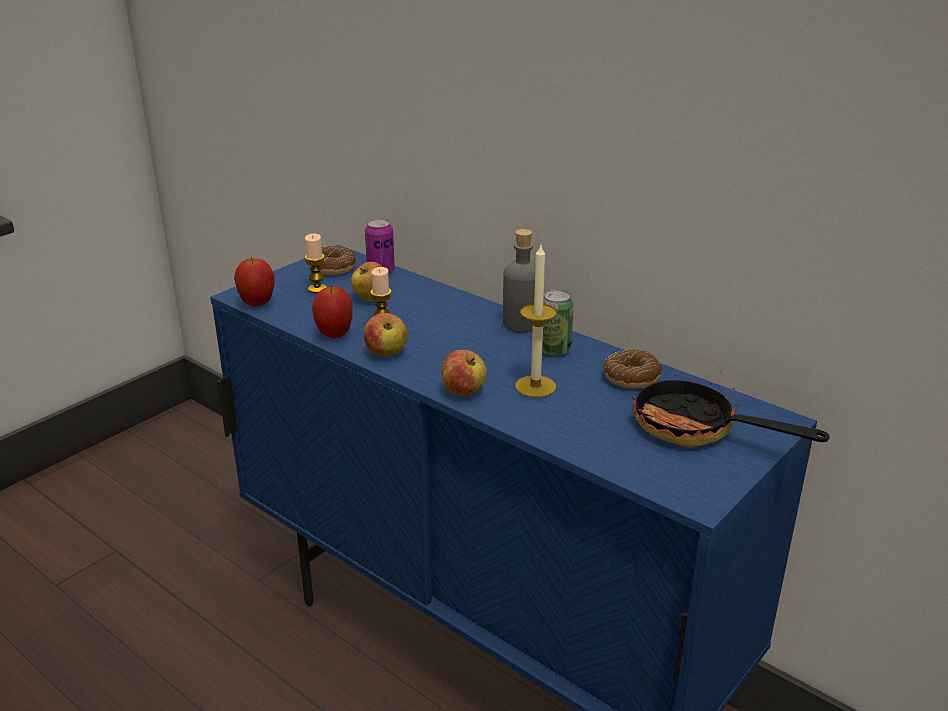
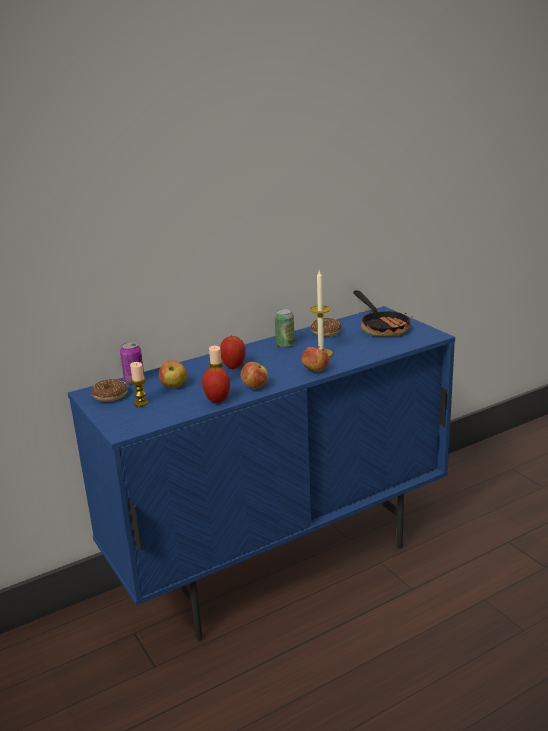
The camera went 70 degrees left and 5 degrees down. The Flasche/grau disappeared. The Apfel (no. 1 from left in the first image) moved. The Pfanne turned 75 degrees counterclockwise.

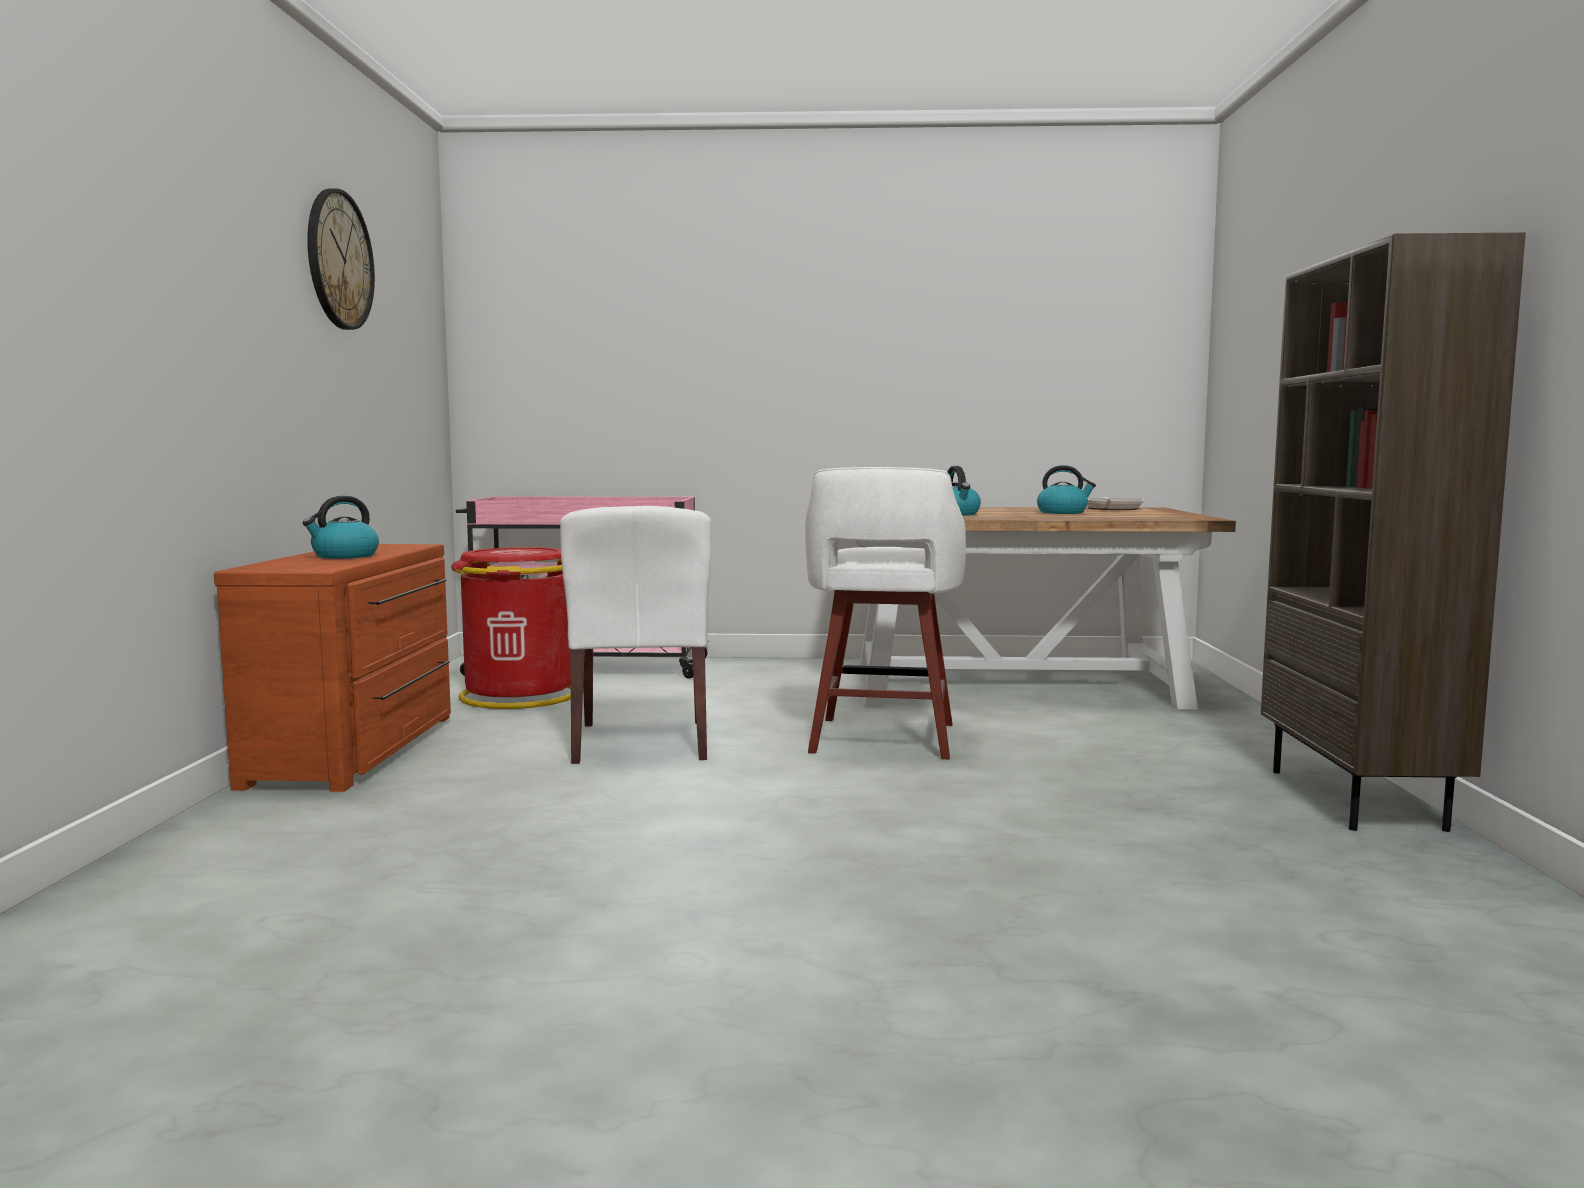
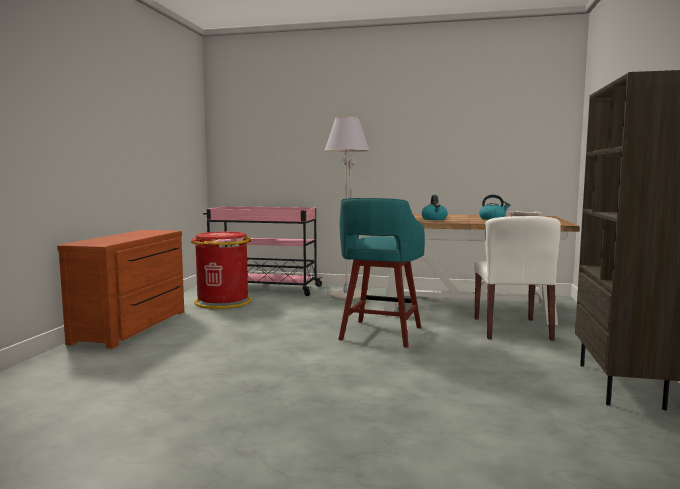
The camera went 10 degrees right and 0 degrees up. The Wasserkessel (no. 1 from left) disappeared. The Wanduhr disappeared. The Stehlampe/grau appeared. The Stuhl/weiß moved. The Hocker/weiß became the Hocker/türkis.

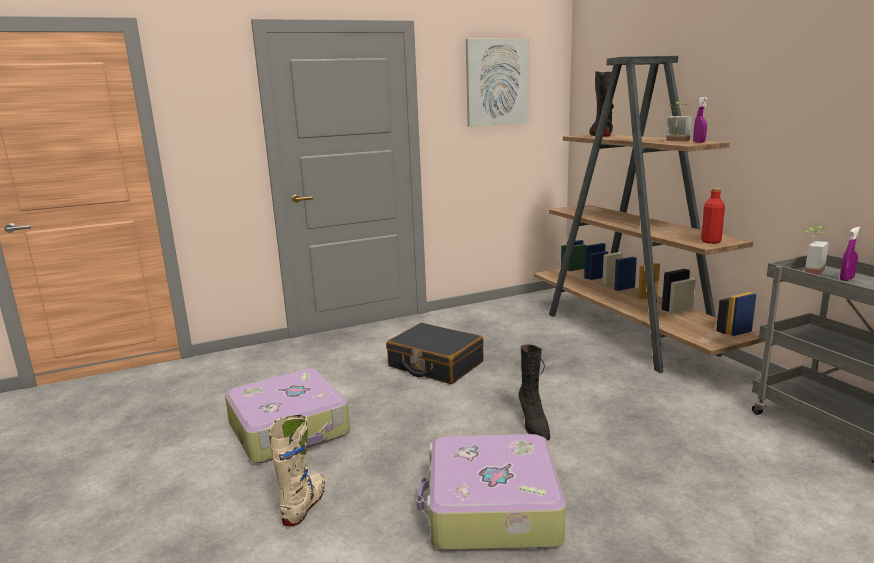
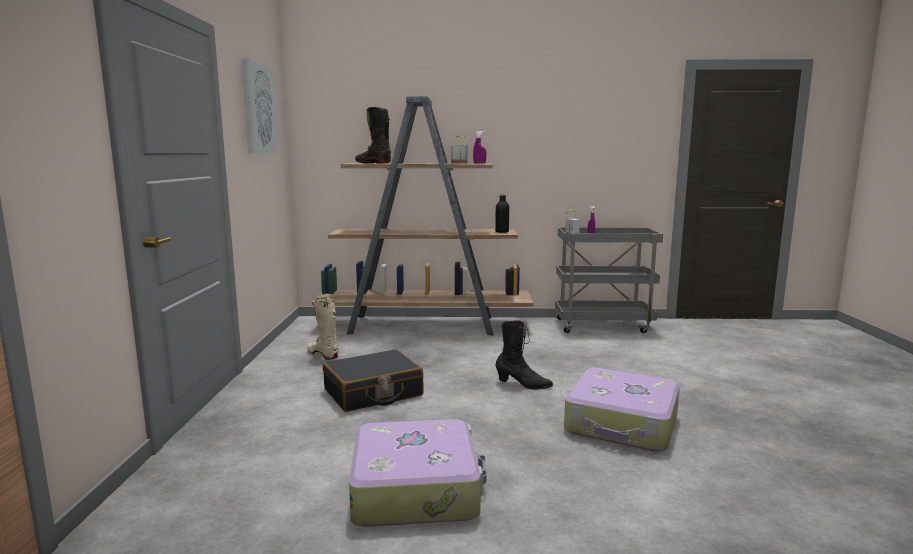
The camera went 65 degrees left and 5 degrees down. The Stiefel/beige moved. The Flasche/rot became the Flasche/schwarz.

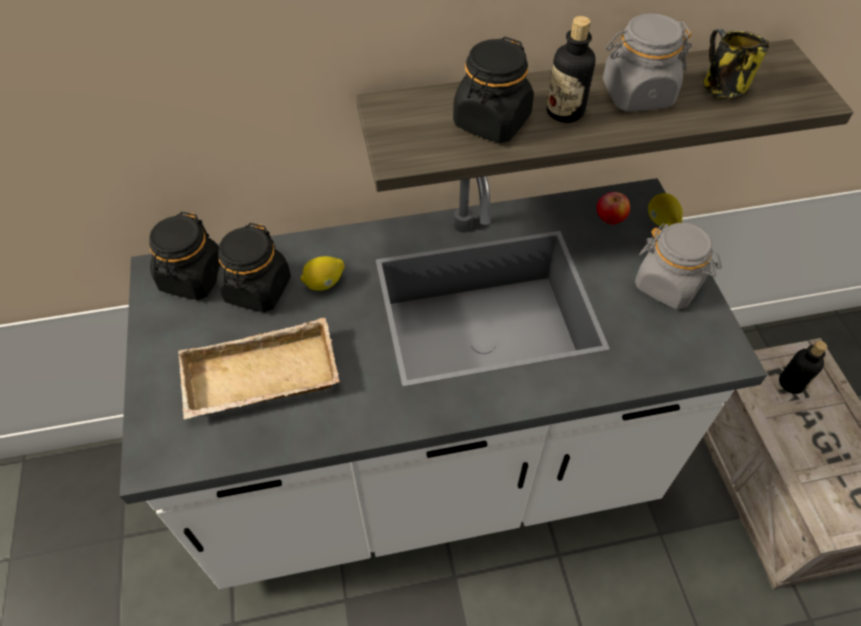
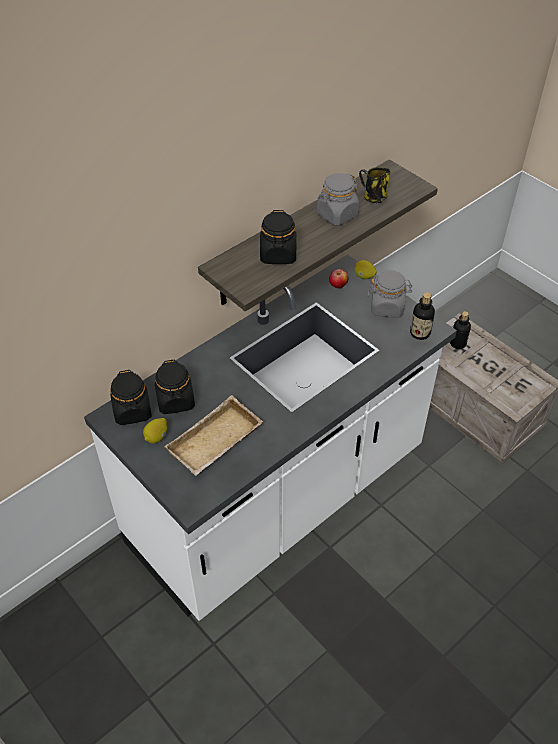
The camera went 30 degrees left and 5 degrees down. The Zitrone (no. 1 from left) moved. The Flasche (no. 1 from left) moved.

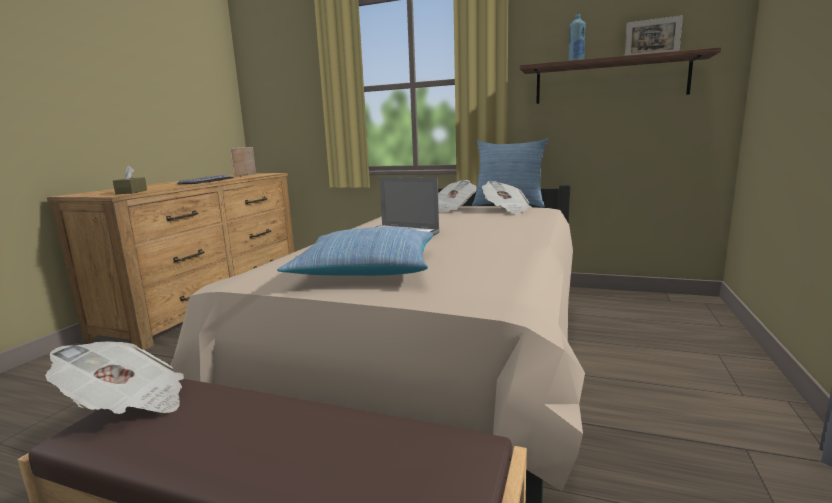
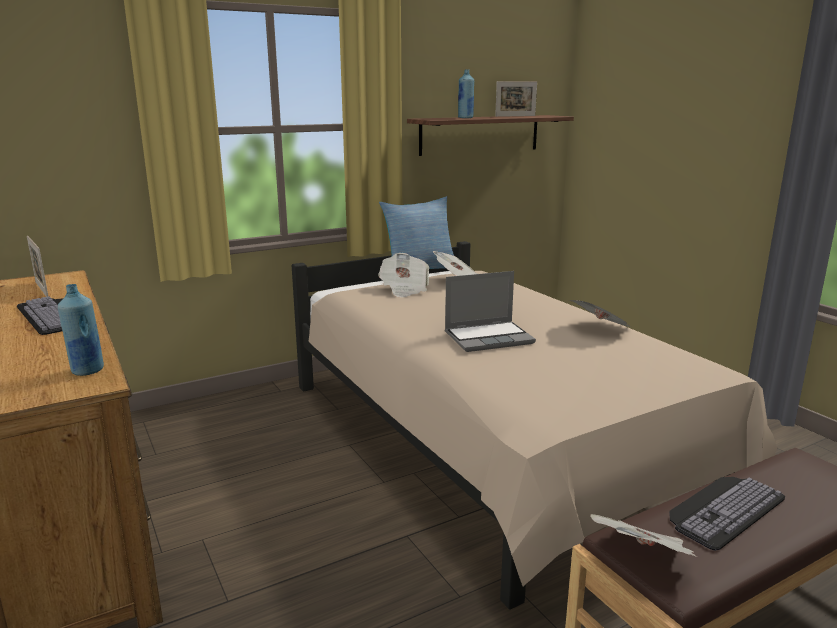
The camera went 50 degrees left and 5 degrees up. The Kissen (no. 1 from left) disappeared. The Zeitung (no. 3 from left) appeared. The Tastatur (no. 2 from left) appeared. The Taschentuchbox/braun was replaced by the Flasche/blau (no. 1 from left).

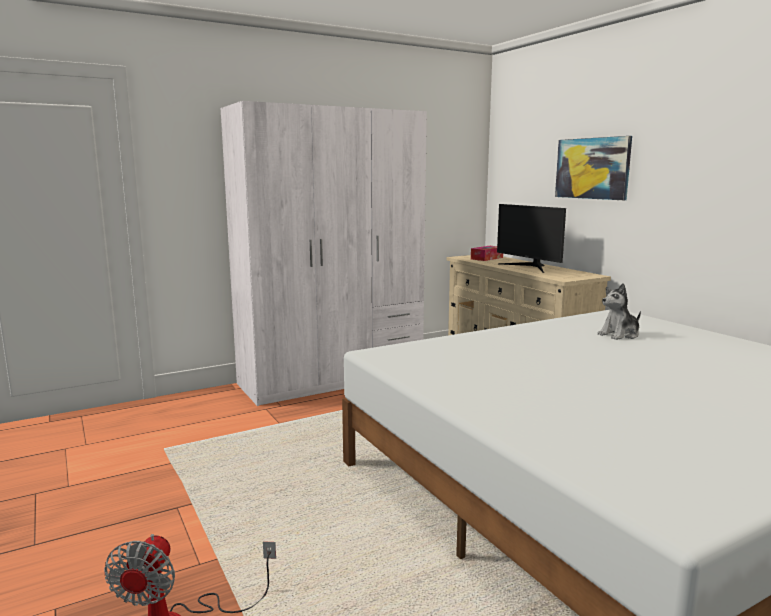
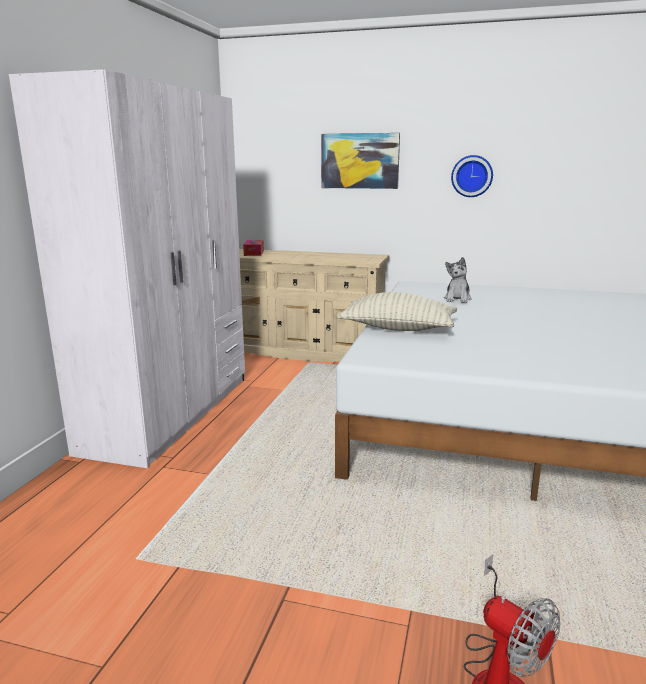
The camera went 45 degrees left and 5 degrees up. The Monitor disappeared. The Kissen appeared. The Wanduhr appeared.

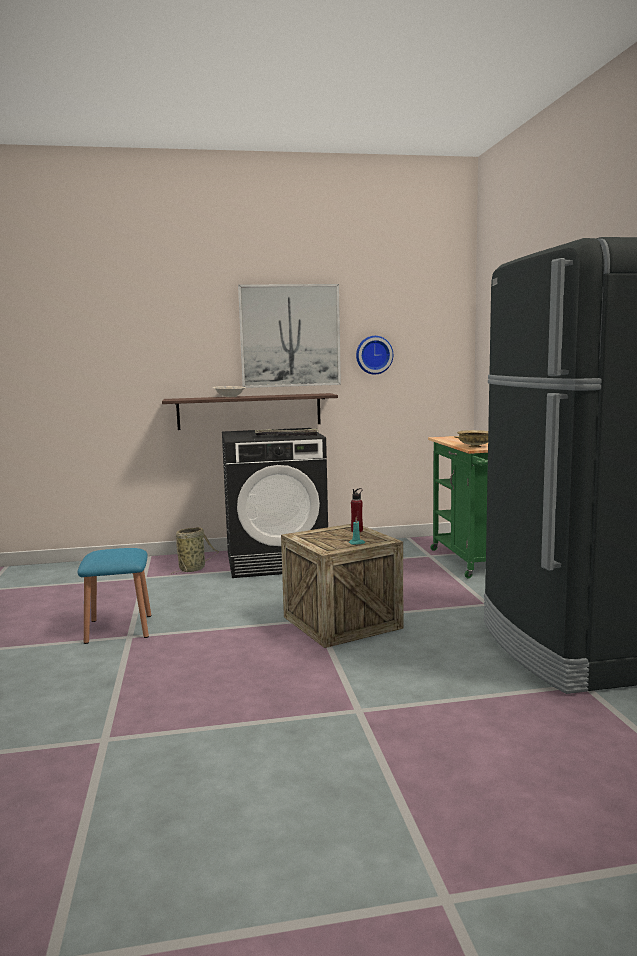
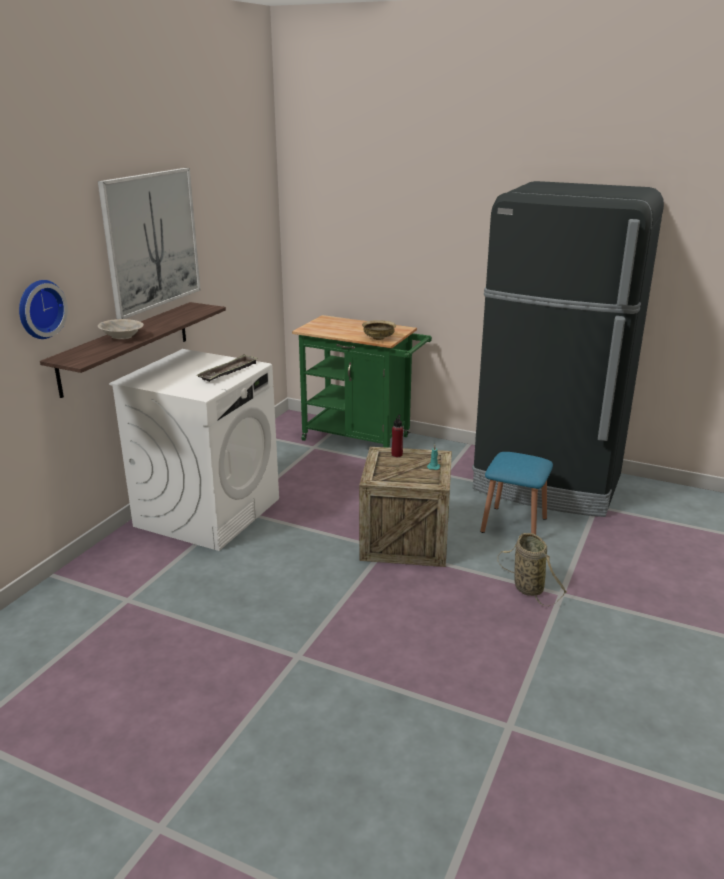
The camera went 55 degrees left and 15 degrees up. The Hocker/blau moved. The Korb moved. The Wanduhr moved. The Waschmaschine/schwarz became the Waschmaschine/weiß.

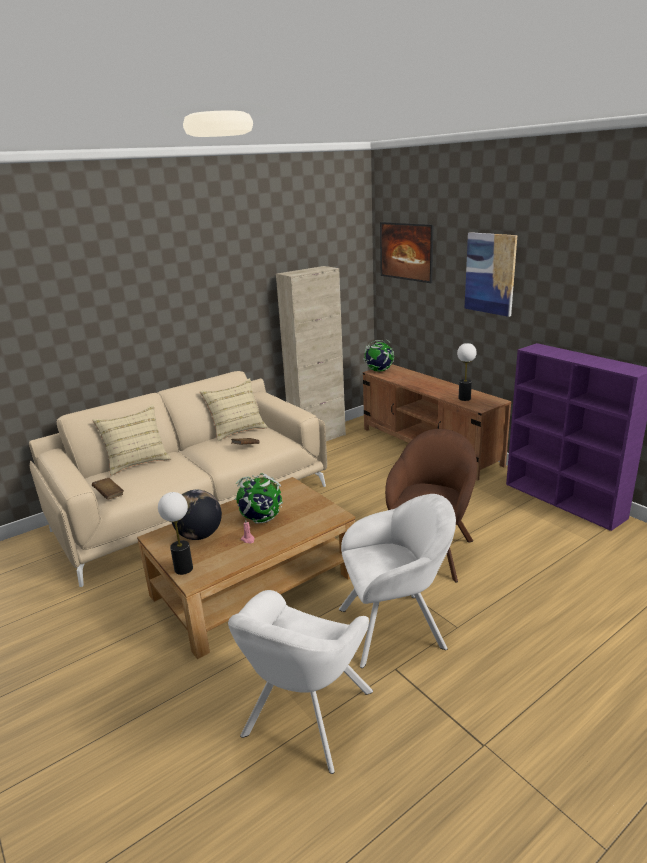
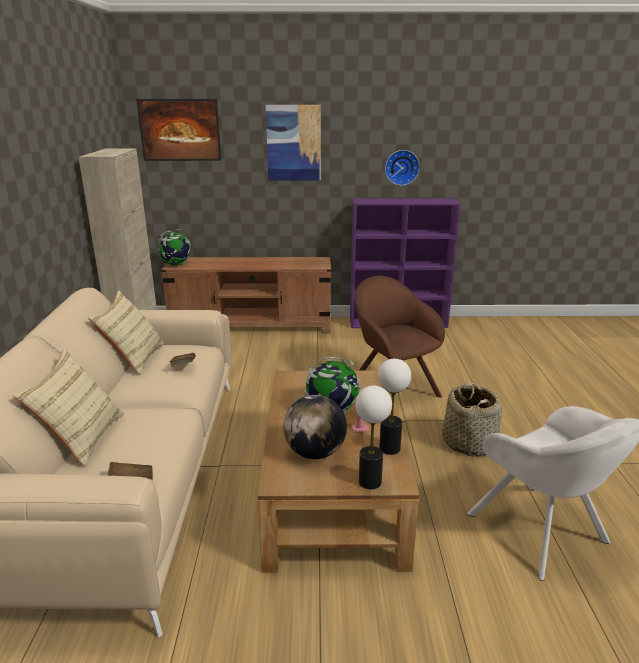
The camera went 55 degrees left and 0 degrees up. The Wanduhr appeared. The Tischlampe (no. 2 from left) moved. The Sessel/weiß (no. 2 from left) was replaced by the Korb.

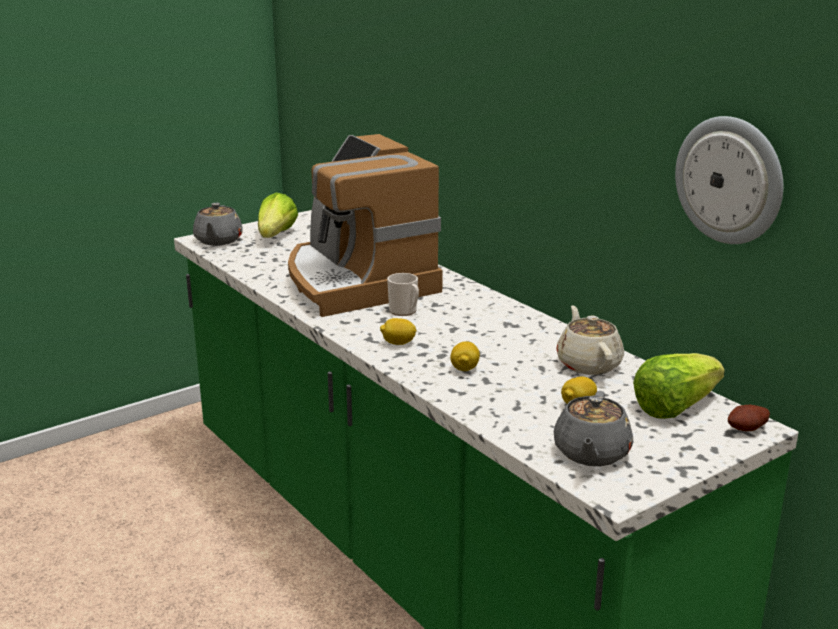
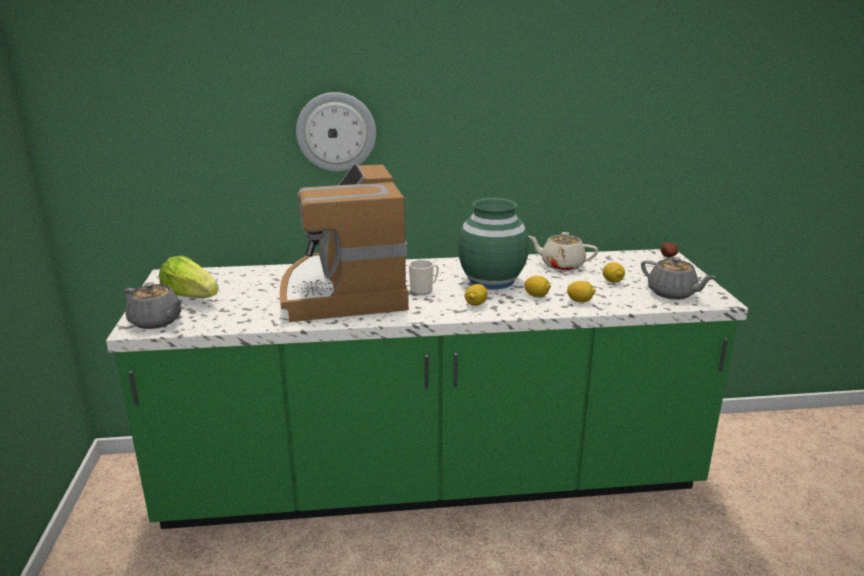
The camera went 60 degrees left and 0 degrees up. The Salatkopf (no. 2 from left) disappeared. The Vase/grün appeared. The Zitrone (no. 3 from left) appeared. The Wanduhr moved. The Kaffeemaschine turned 75 degrees clockwise.

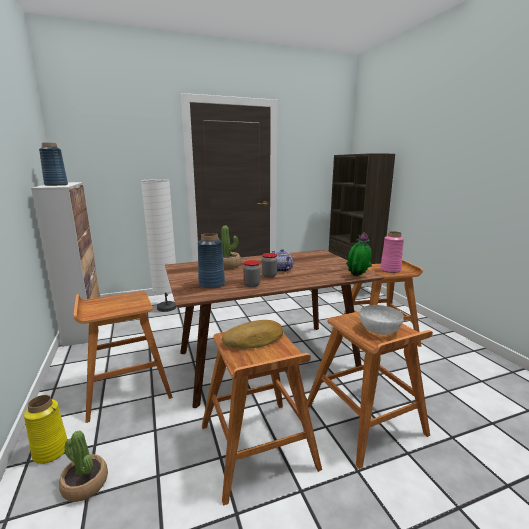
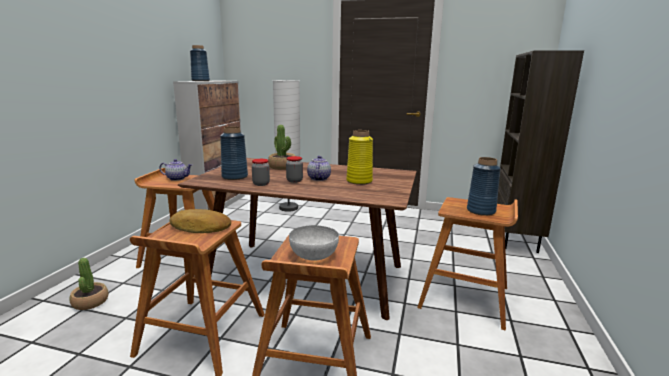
The camera went 35 degrees right and 0 degrees up. The Topfpflanze (no. 3 from left) disappeared. The Teekanne (no. 1 from left) appeared. The Vase/gelb moved. The Vase/rosa became the Vase/blau (no. 3 from left).

